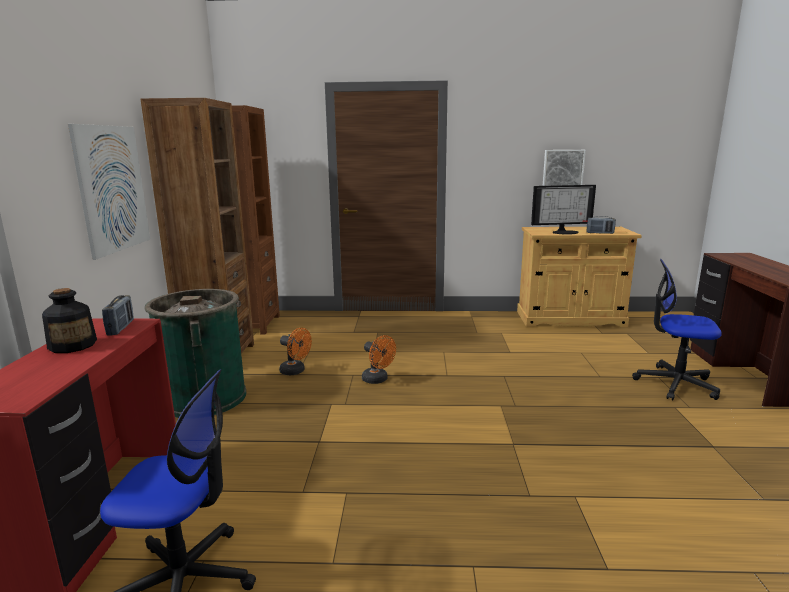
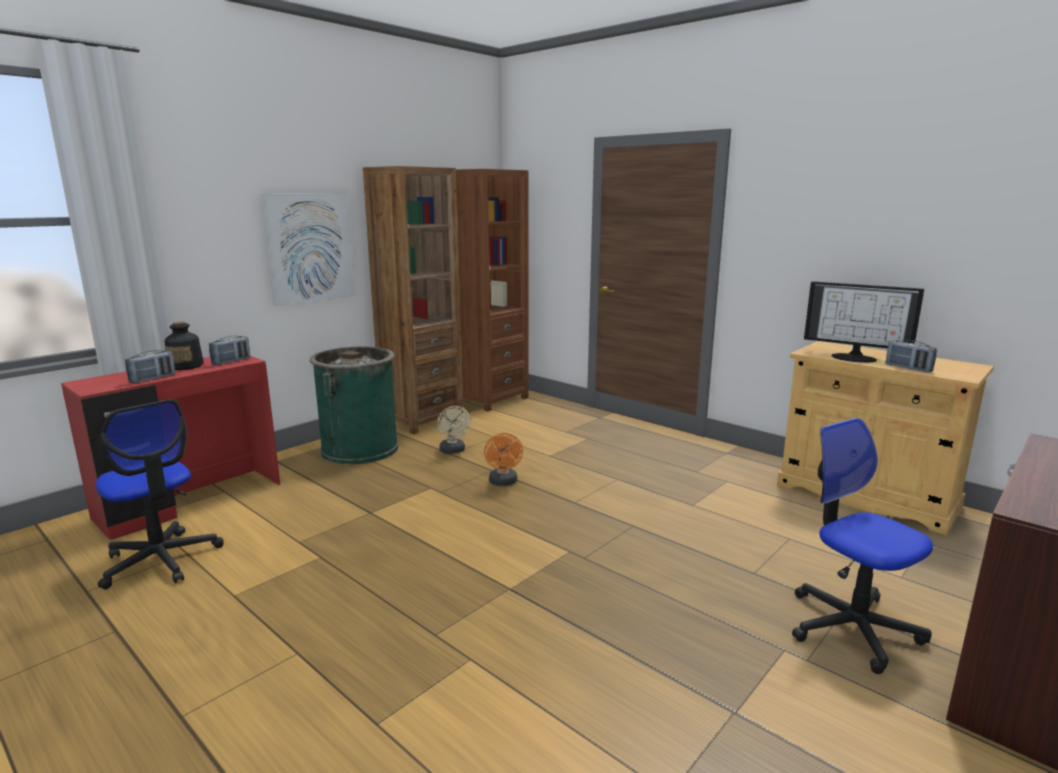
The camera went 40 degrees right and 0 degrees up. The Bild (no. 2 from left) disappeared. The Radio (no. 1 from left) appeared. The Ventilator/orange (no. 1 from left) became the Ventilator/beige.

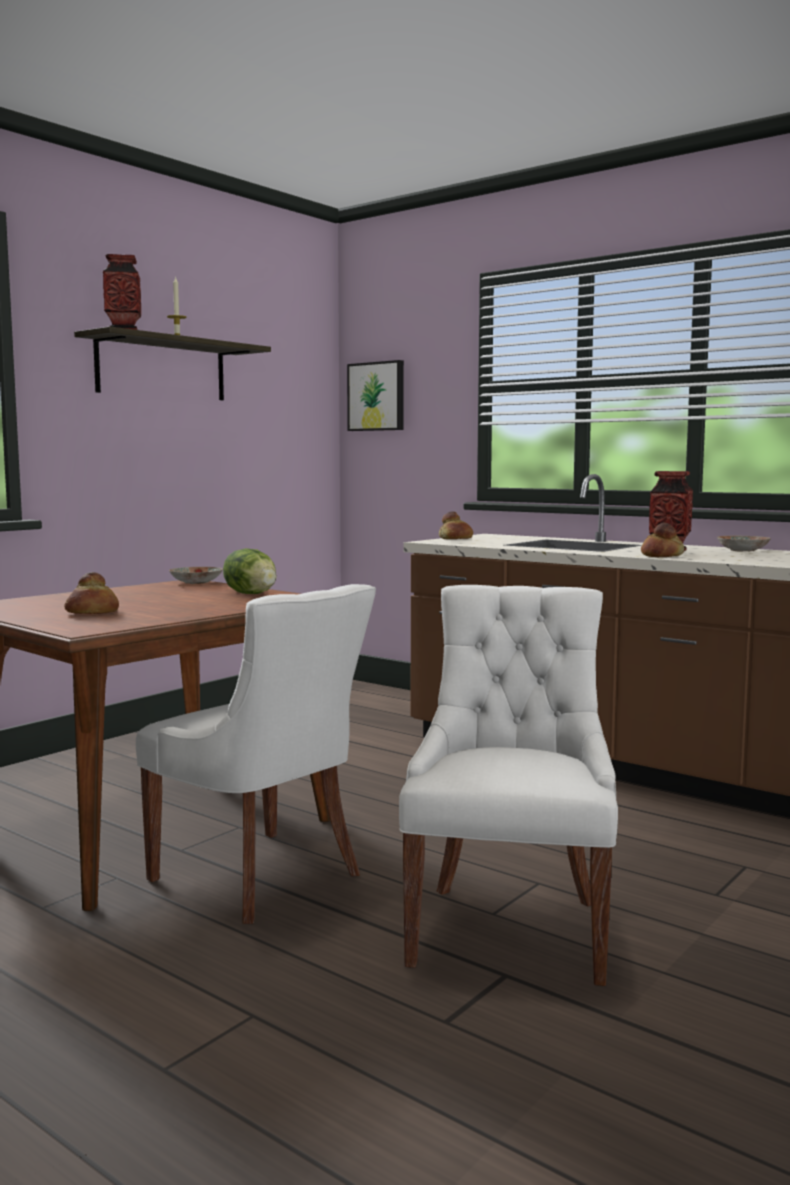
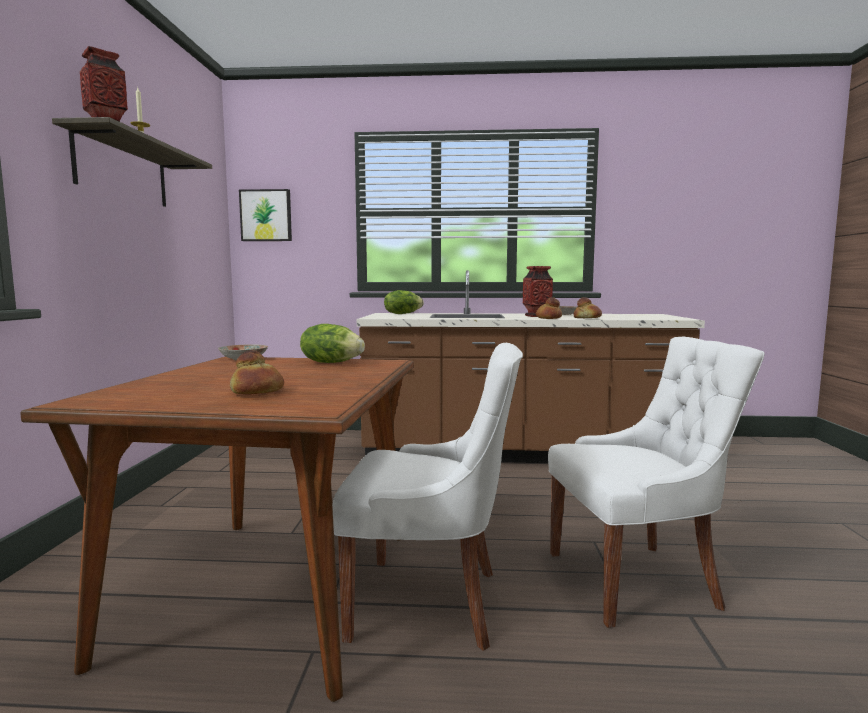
The camera went 35 degrees left and 0 degrees up. The Salatkopf (no. 2 from left) appeared. The Brot (no. 2 from left in the first image) moved. The Stuhl/weiß (no. 2 from left) turned 105 degrees clockwise.

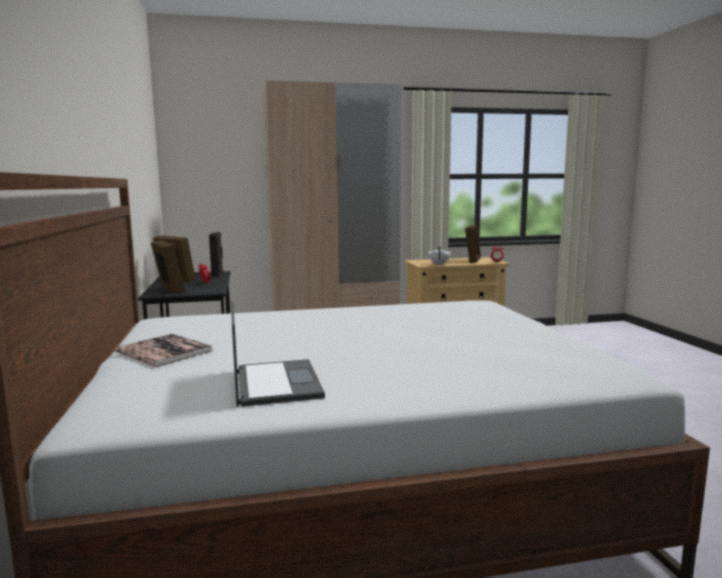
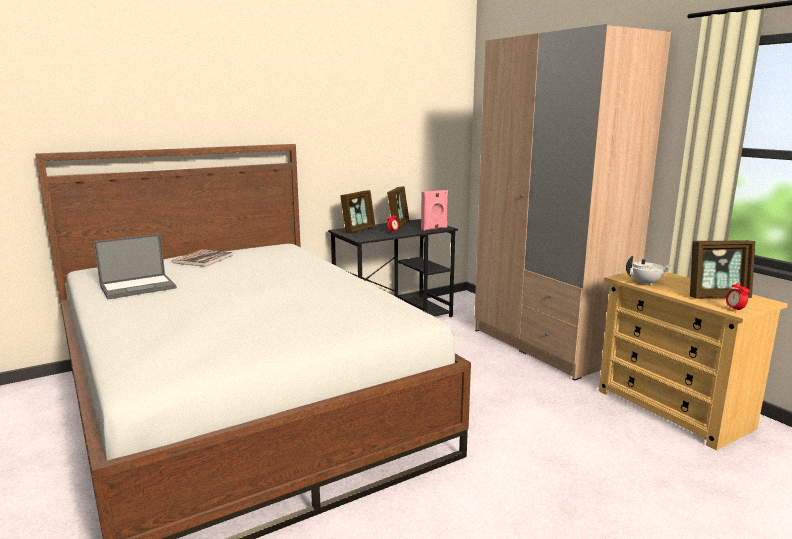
The camera went 70 degrees right and 5 degrees up. The Lautsprecher/schwarz became the Lautsprecher/rosa.

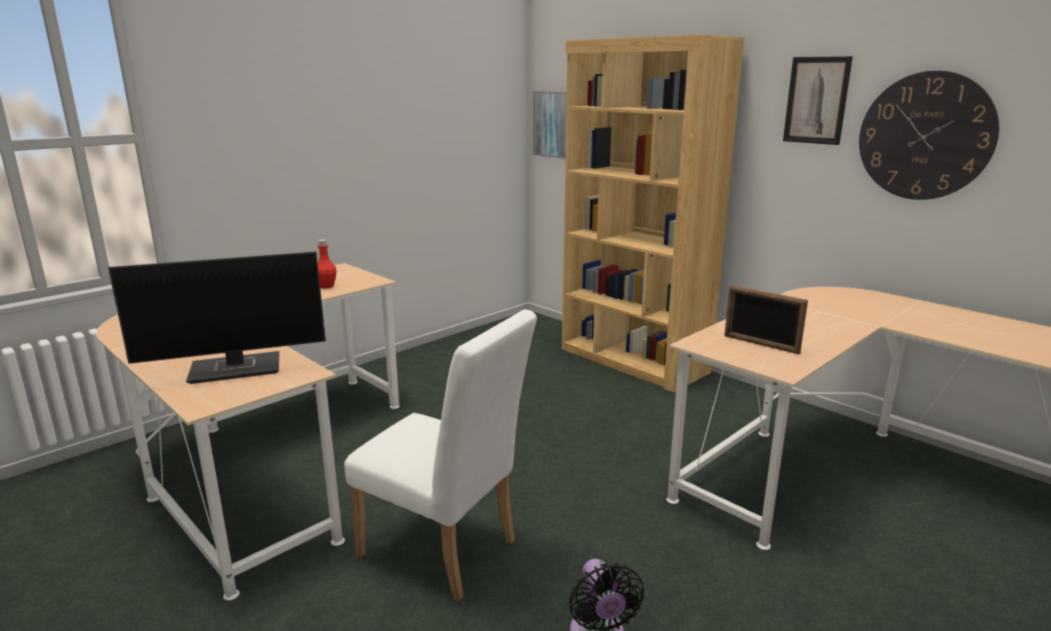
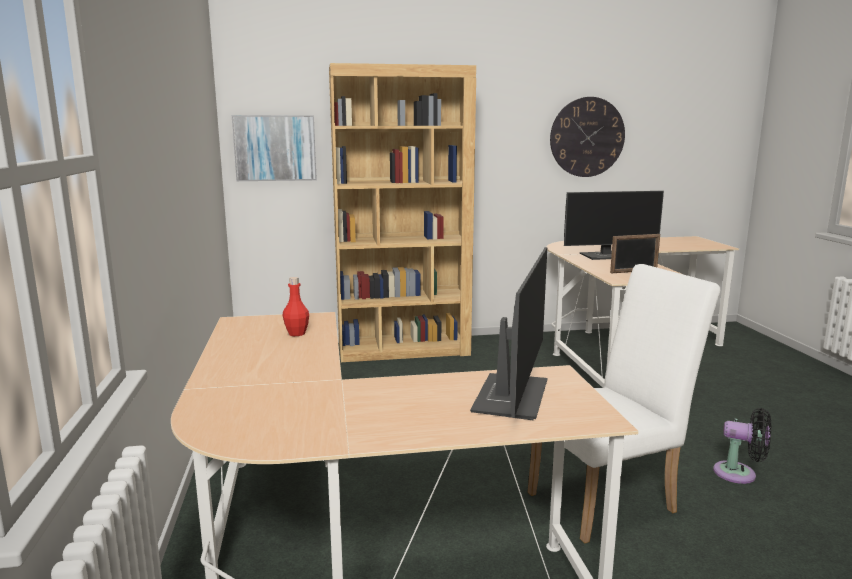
The camera went 55 degrees left and 5 degrees down. The Bild (no. 2 from left) disappeared. The Monitor (no. 2 from left) appeared.

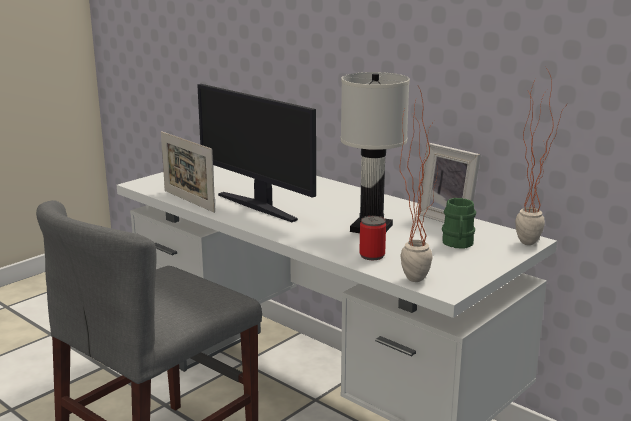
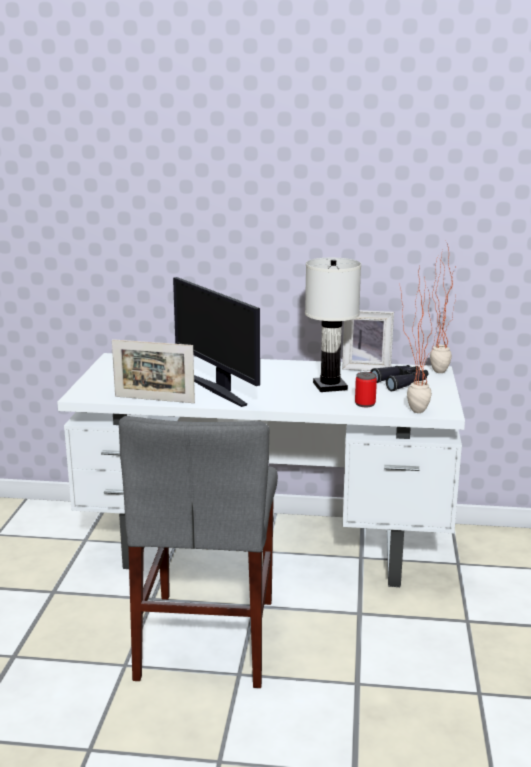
The camera went 35 degrees left and 0 degrees up. The Henkelbecher/grün was replaced by the Fernglas/schwarz. The Monitor turned 45 degrees clockwise.

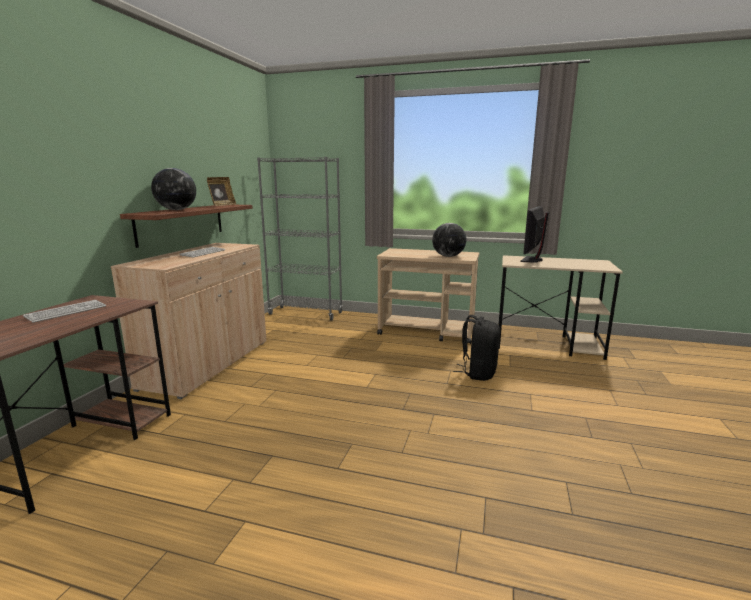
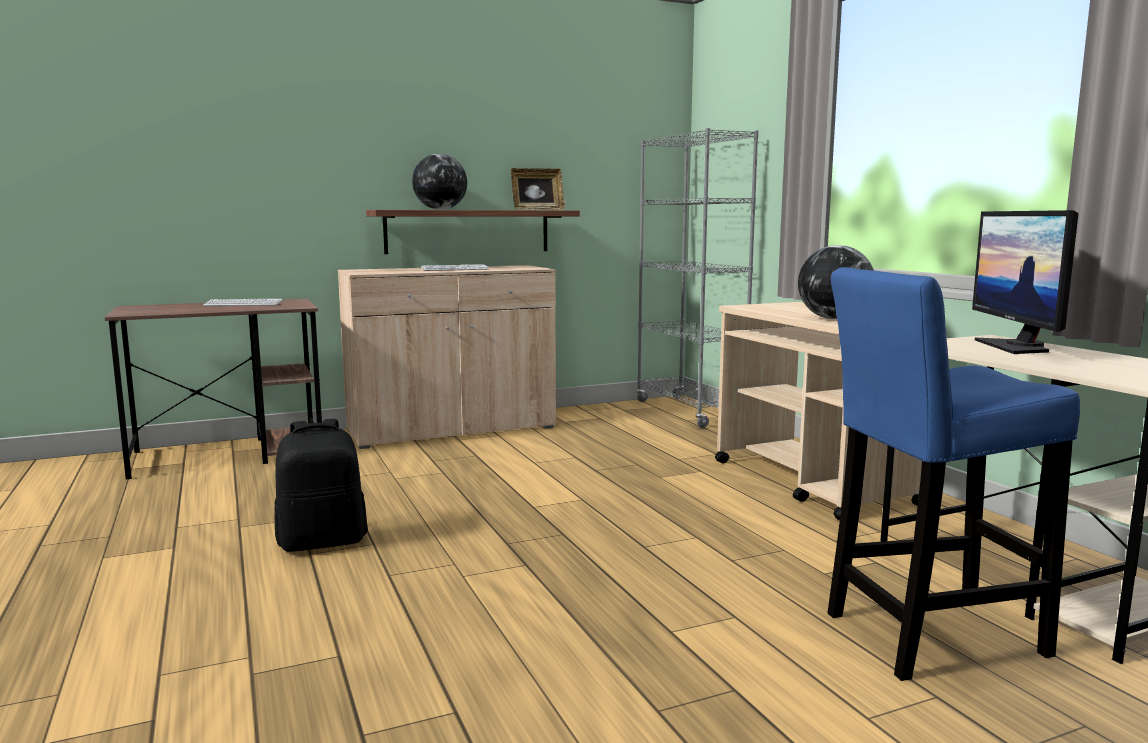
The camera went 50 degrees right and 5 degrees down. The Hocker/blau appeared. The Rucksack/schwarz moved. The Monitor turned 75 degrees counterclockwise.

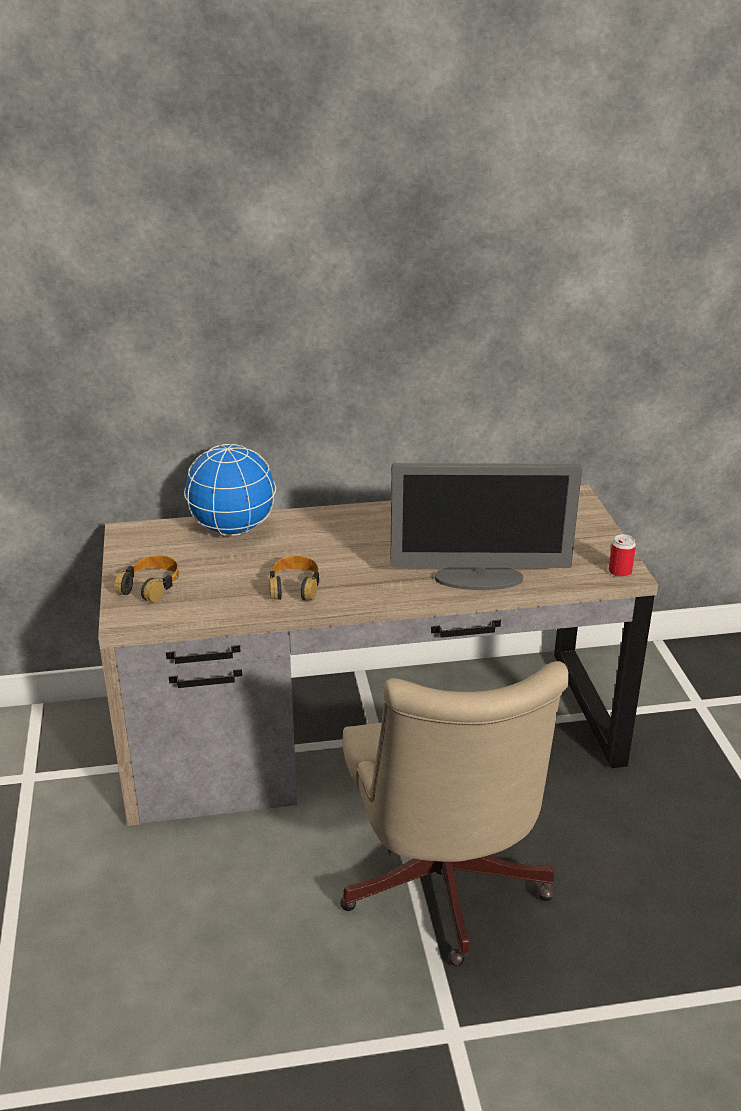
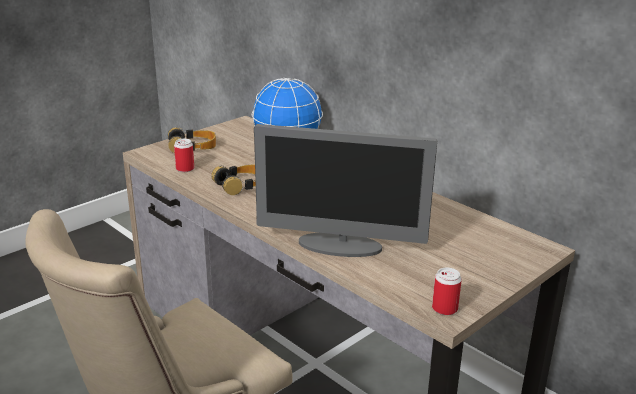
The camera went 55 degrees right and 5 degrees down. The Dose (no. 1 from left) appeared. The Monitor turned 45 degrees counterclockwise.

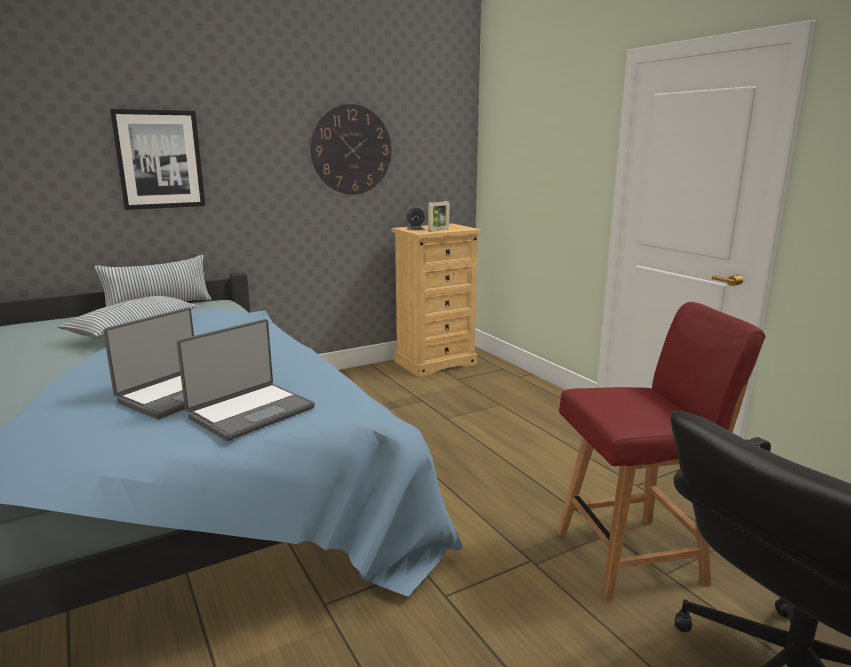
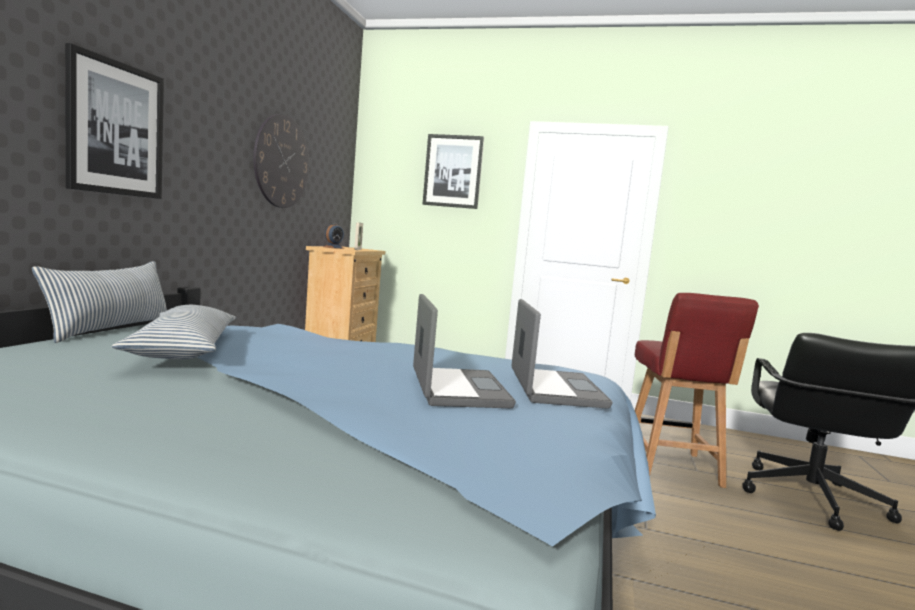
The camera went 45 degrees left and 10 degrees down. The Bild (no. 2 from left) appeared. The Stuhl/rot turned 150 degrees clockwise.

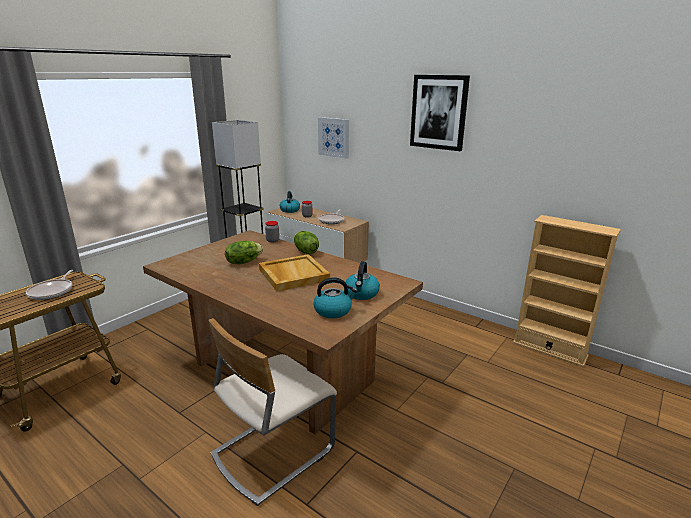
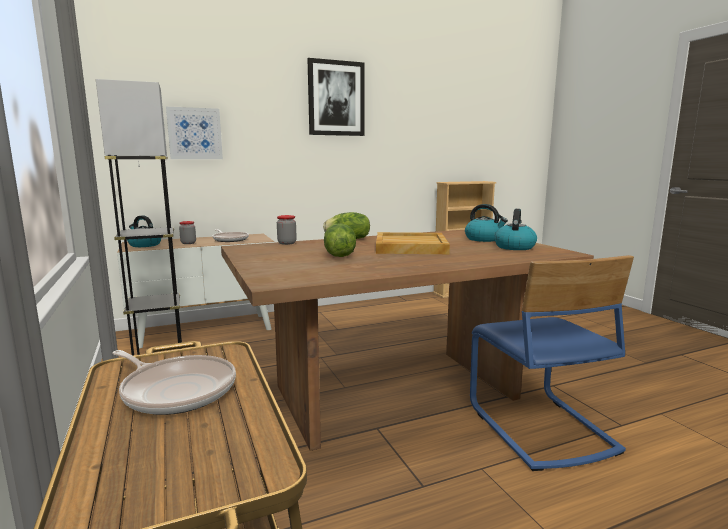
The camera went 60 degrees left and 10 degrees down. The Stuhl/beige became the Stuhl/blau.

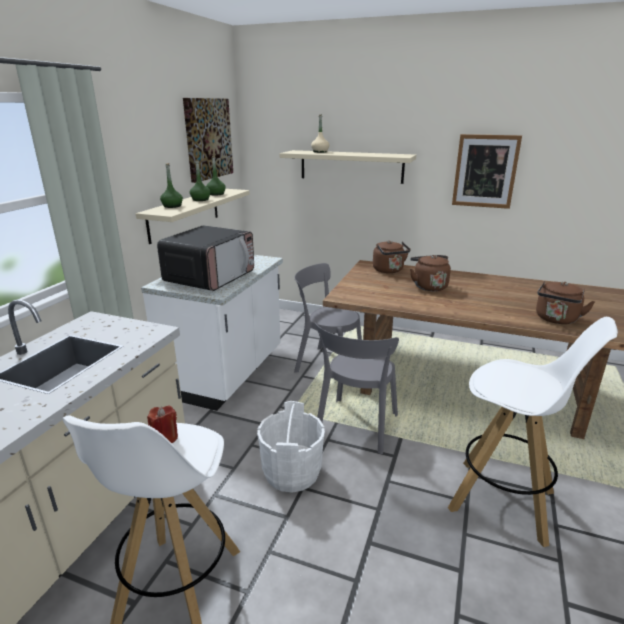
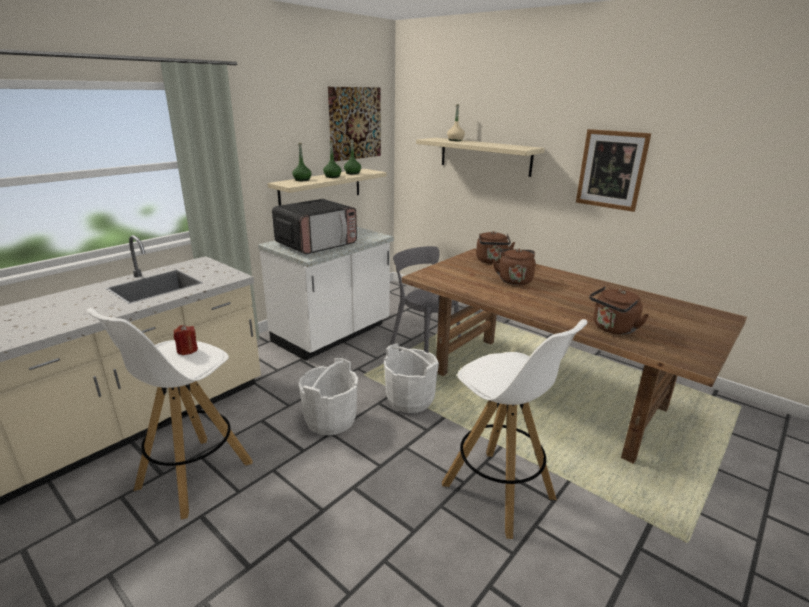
The camera went 20 degrees right and 0 degrees up. The Stuhl/grau (no. 2 from left) was replaced by the Eimer/weiß (no. 2 from left).

